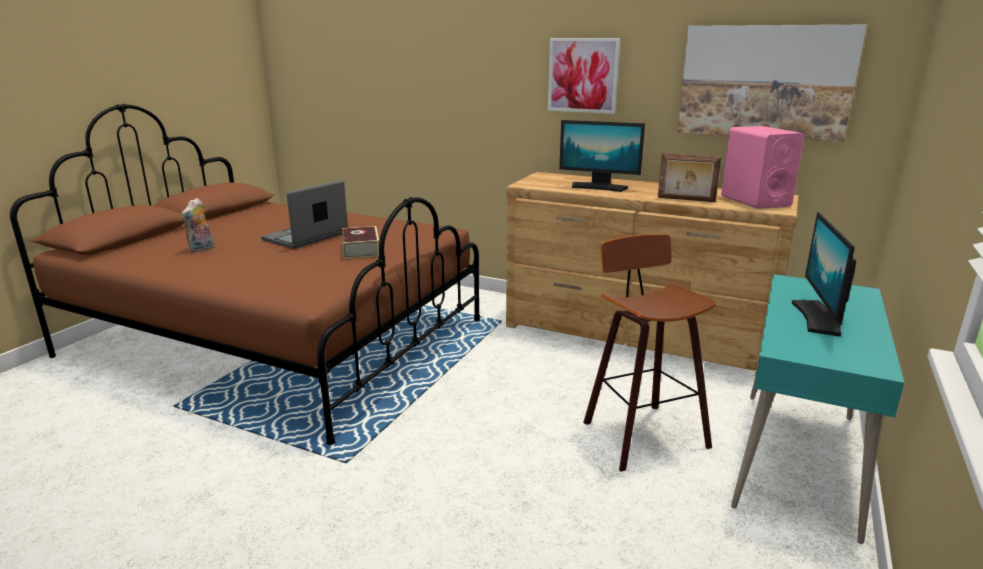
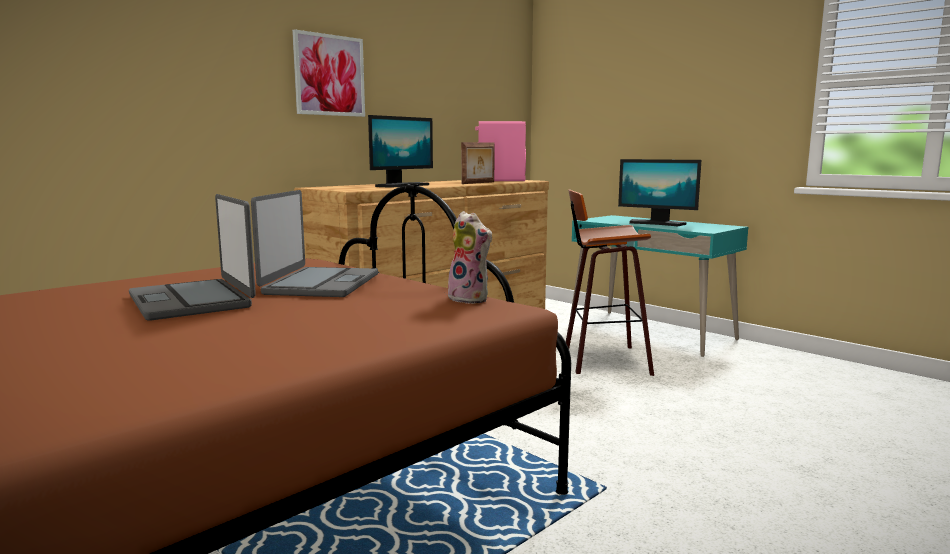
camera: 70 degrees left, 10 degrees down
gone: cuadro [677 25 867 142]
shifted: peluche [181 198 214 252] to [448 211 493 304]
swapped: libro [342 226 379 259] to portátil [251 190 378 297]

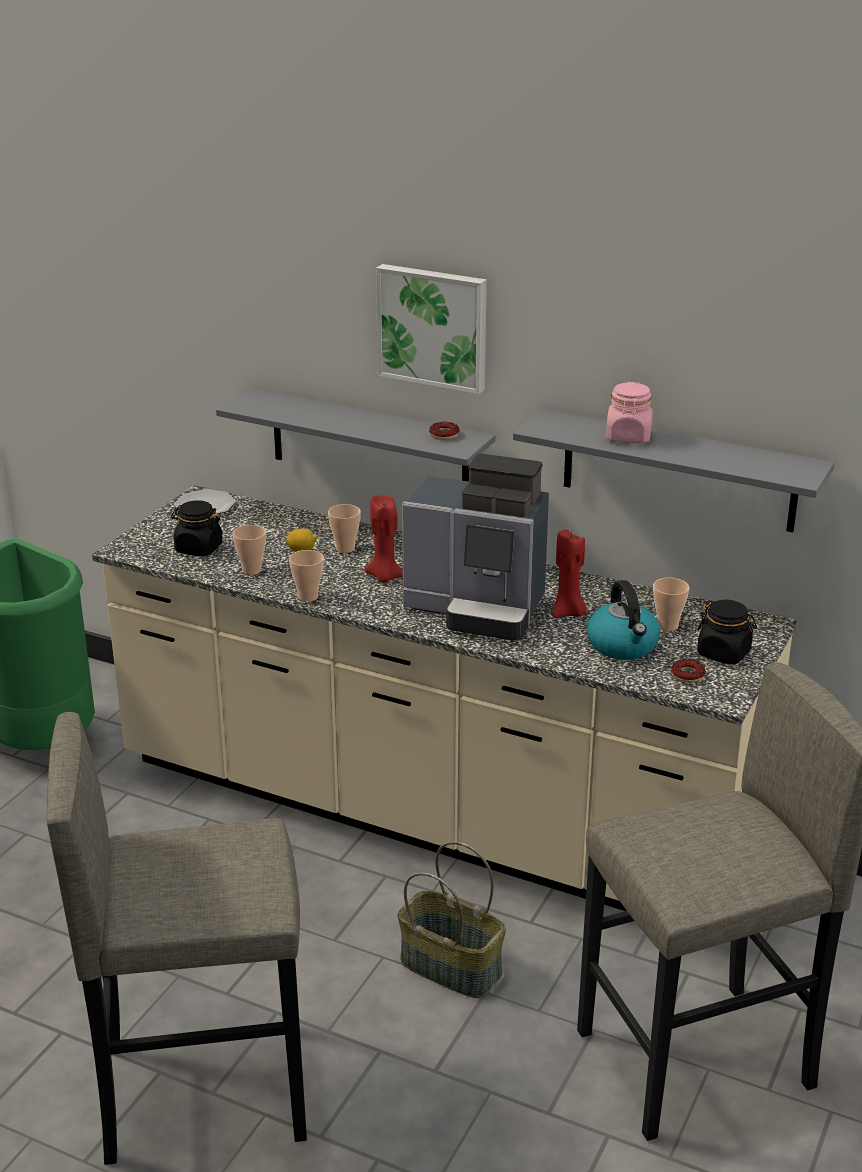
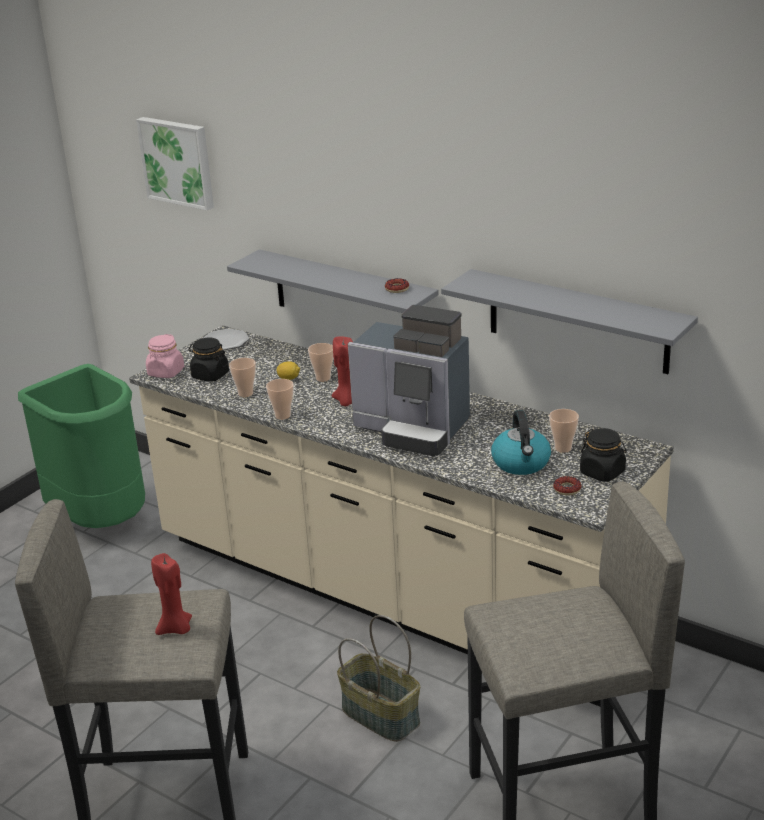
camera: 10 degrees right, 0 degrees up
shifted: cuadro [376 264 487 394] to [136 117 214 210]; vela (rojo) [552 530 587 618] to [151 553 192 635]; tarro (rosa) [606 382 653 443] to [146 334 184 378]

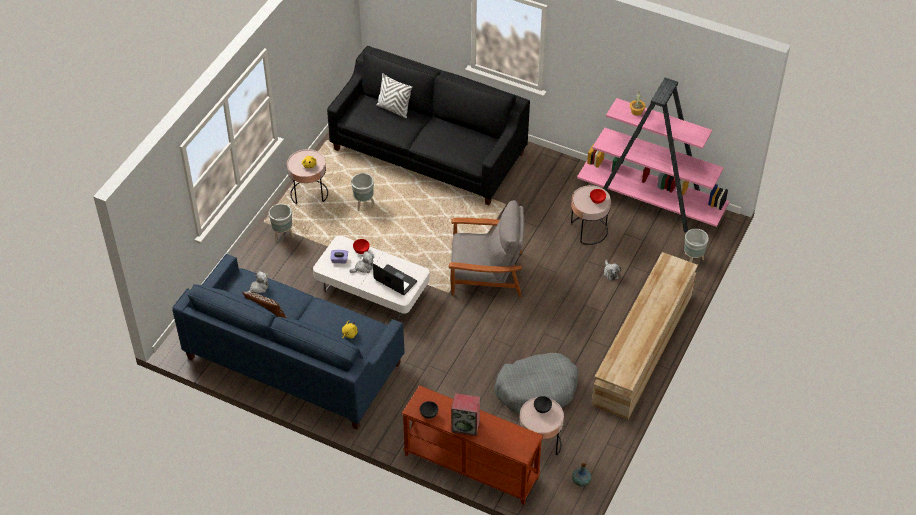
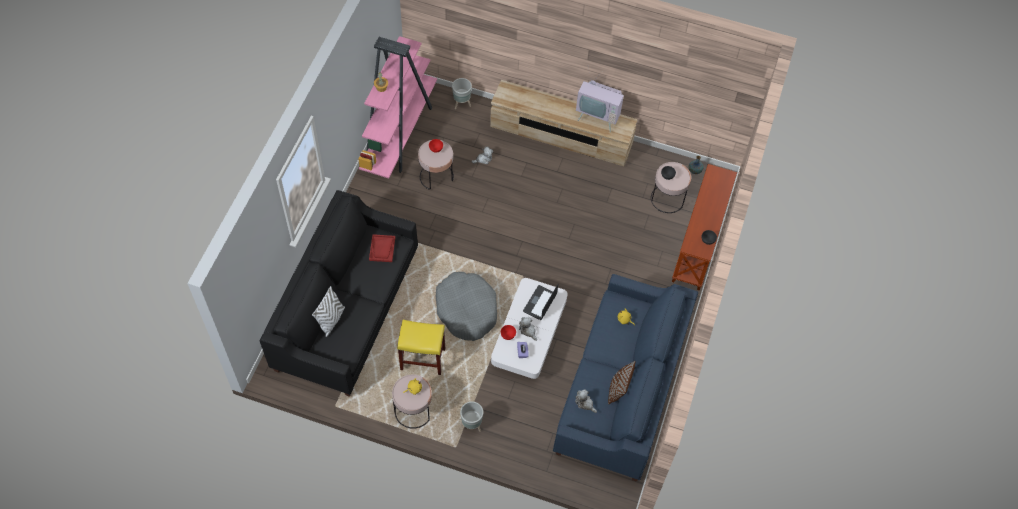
camera: 100 degrees left, 10 degrees up
gone: sillón (gris) [449 200 524 297]; altavoz [451 393 480 436]
new: bandeja (rojo) [369 234 395 262]; televisor [576 71 624 132]
shifted: cama para perro (gris) [495 353 578 414] to [436 272 497 341]
swapped: maceta (gris) [351 173 375 211] to taburete (amarillo) [397 320 445 375]

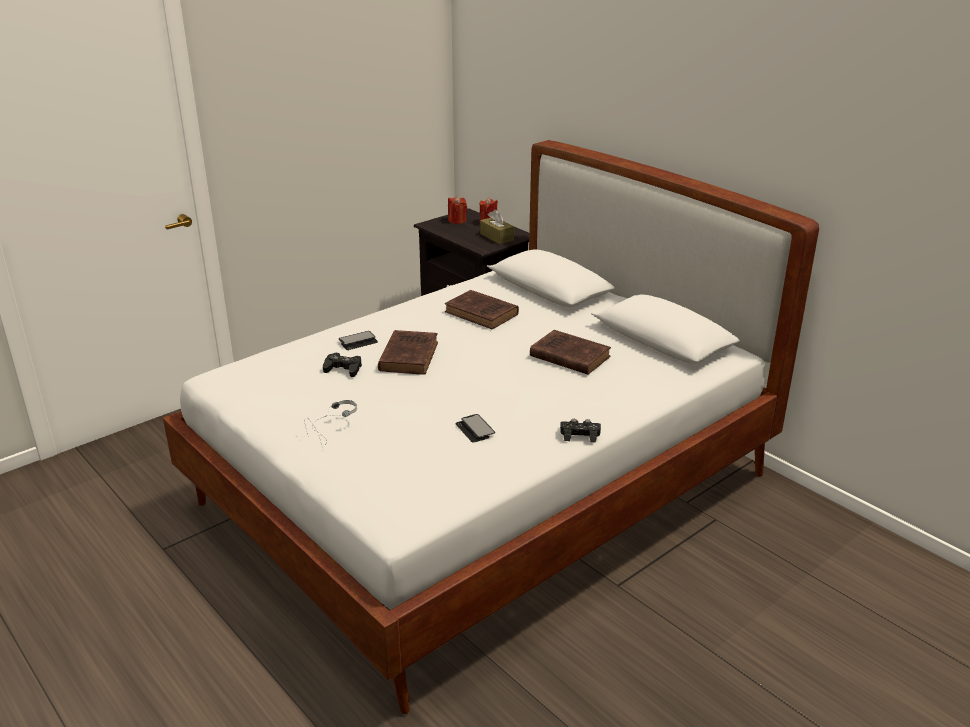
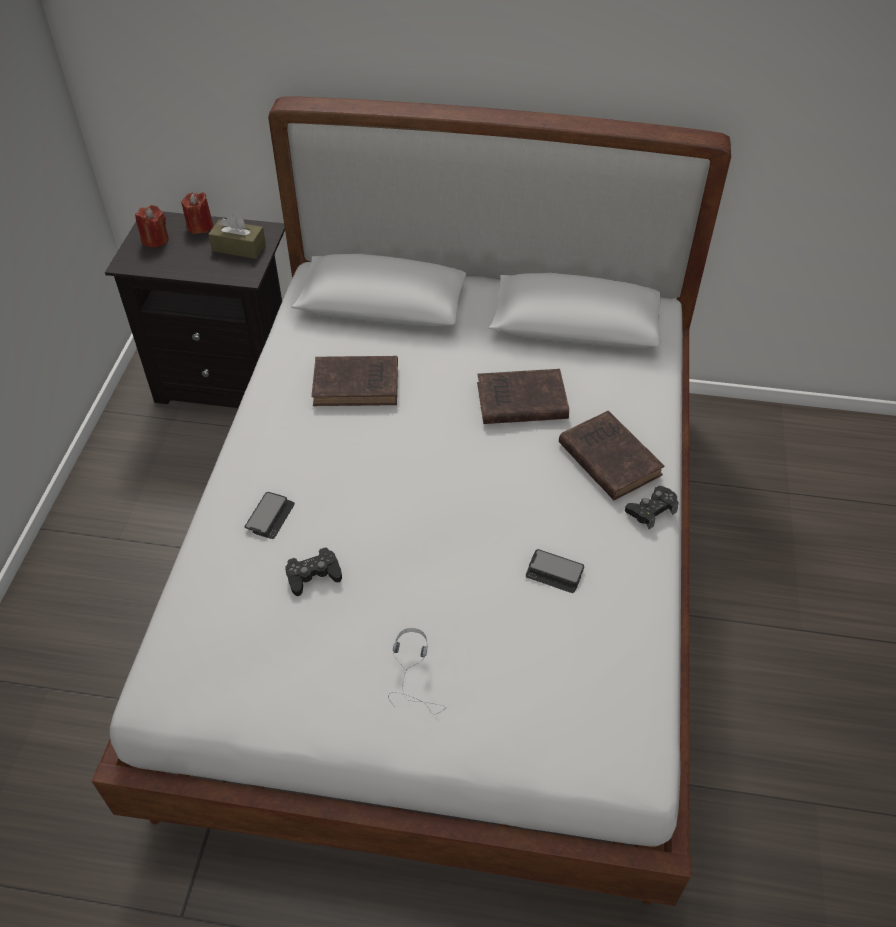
camera: 40 degrees left, 20 degrees up
shifted: libro (marrón) [378 330 438 375] to [559 411 665 500]

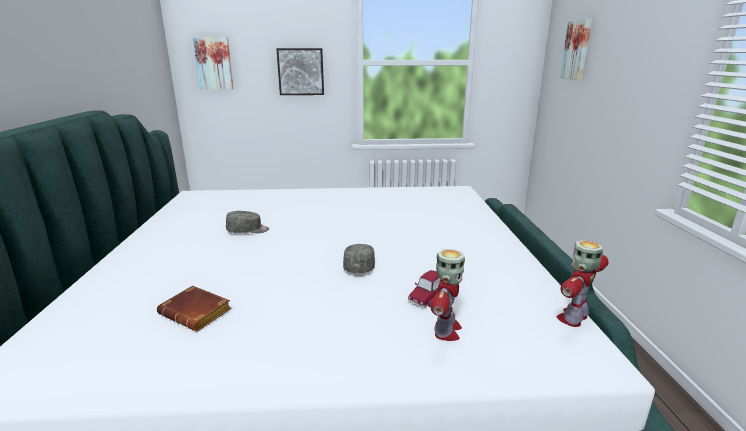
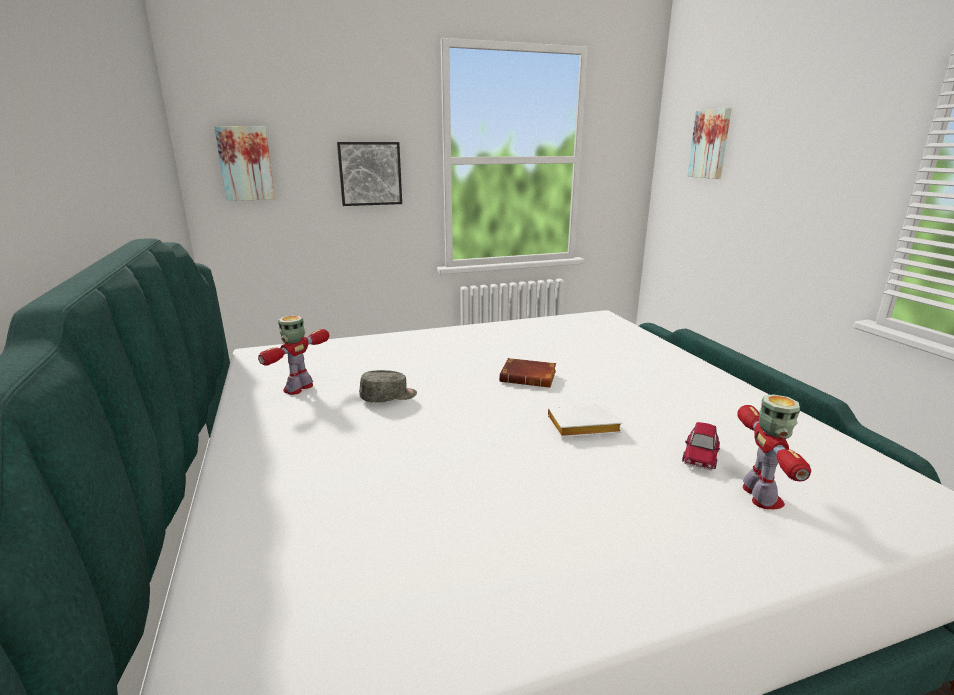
camera: 15 degrees left, 0 degrees up
shifted: libro (marrón) [157 285 231 332] to [499 358 556 388]; robot de juguete [557 240 608 327] to [258 316 329 395]
swapped: gorra (gris) [343 244 375 273] to libro (blanco) [548 404 622 437]

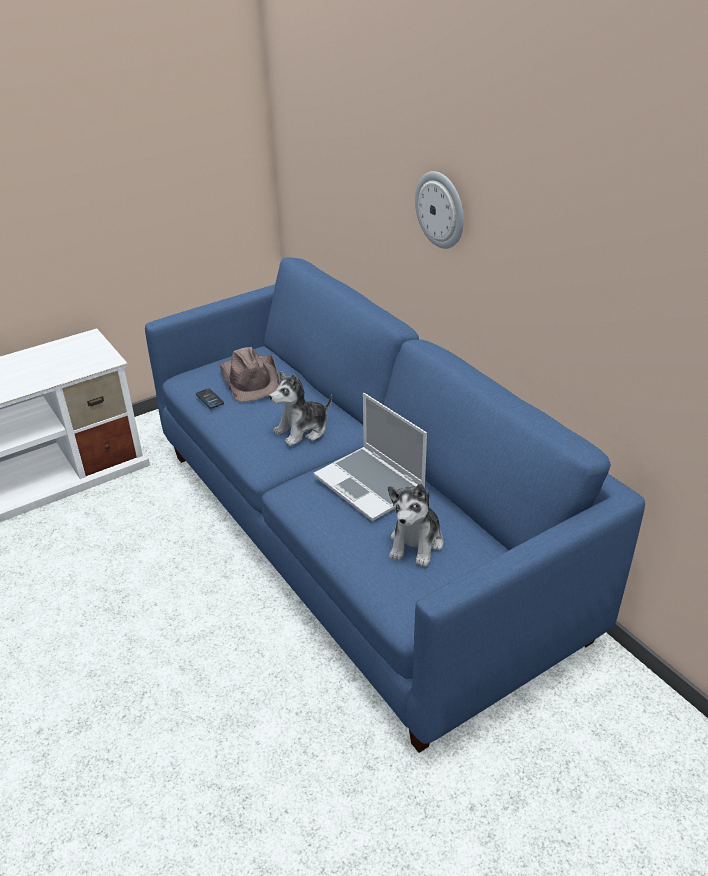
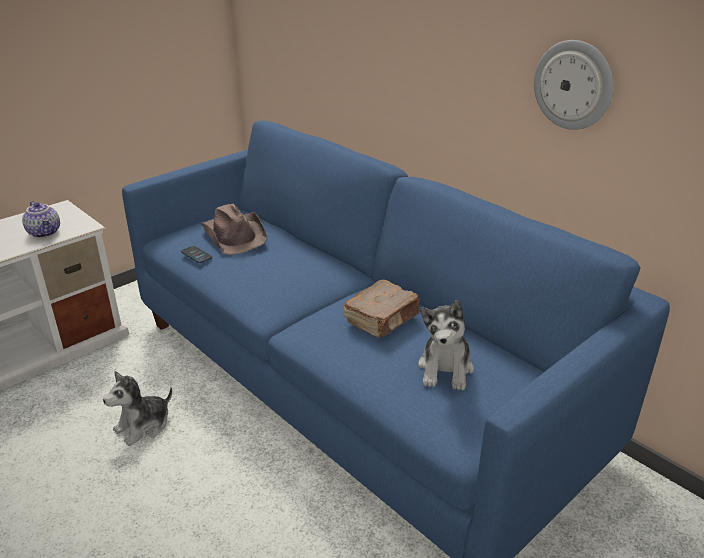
camera: 10 degrees left, 5 degrees down
new: tetera [22 201 60 238]
shifted: peluche [269 371 332 446] to [103 371 172 446]; reloj de pared [415 171 464 249] to [534 40 613 130]
swapped: portátil [314 393 427 521] to libro (marrón) [344 280 420 337]

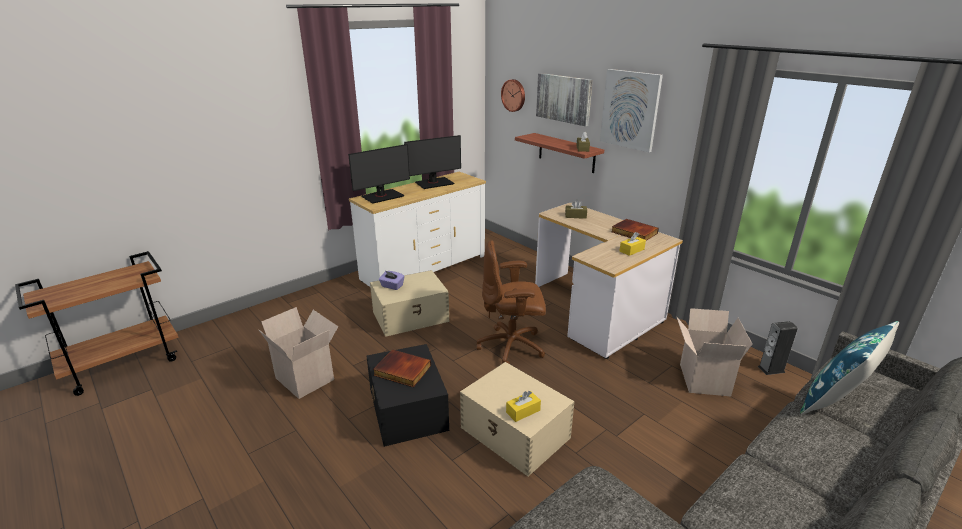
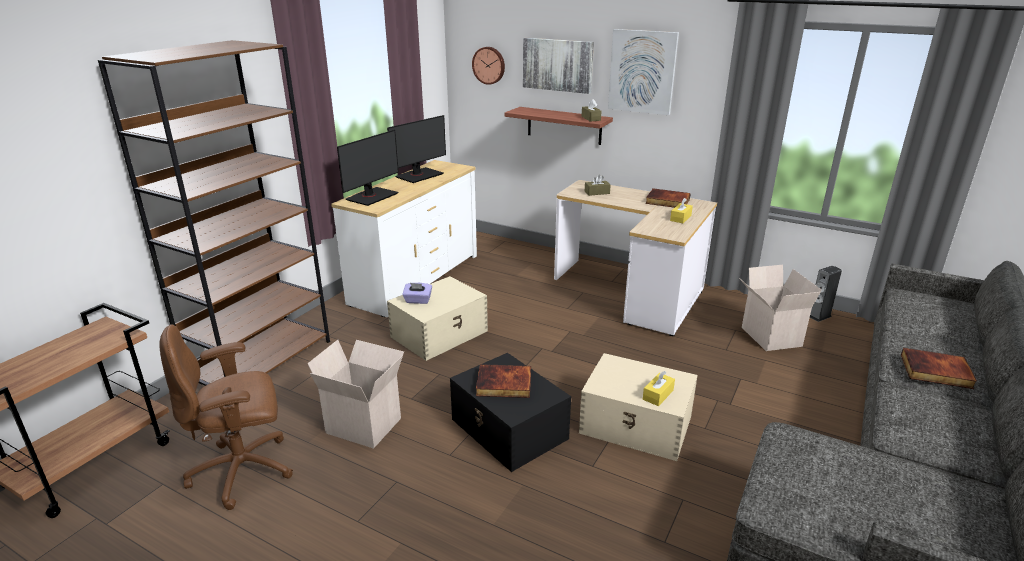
camera: 20 degrees left, 0 degrees up
gone: cojín (azul) [800 321 899 414]
new: estantería (marrón) [98 40 330 386]; libro [901 348 977 389]
shifted: silla de oficina (marrón) [477 240 546 364] to [159 325 293 510]

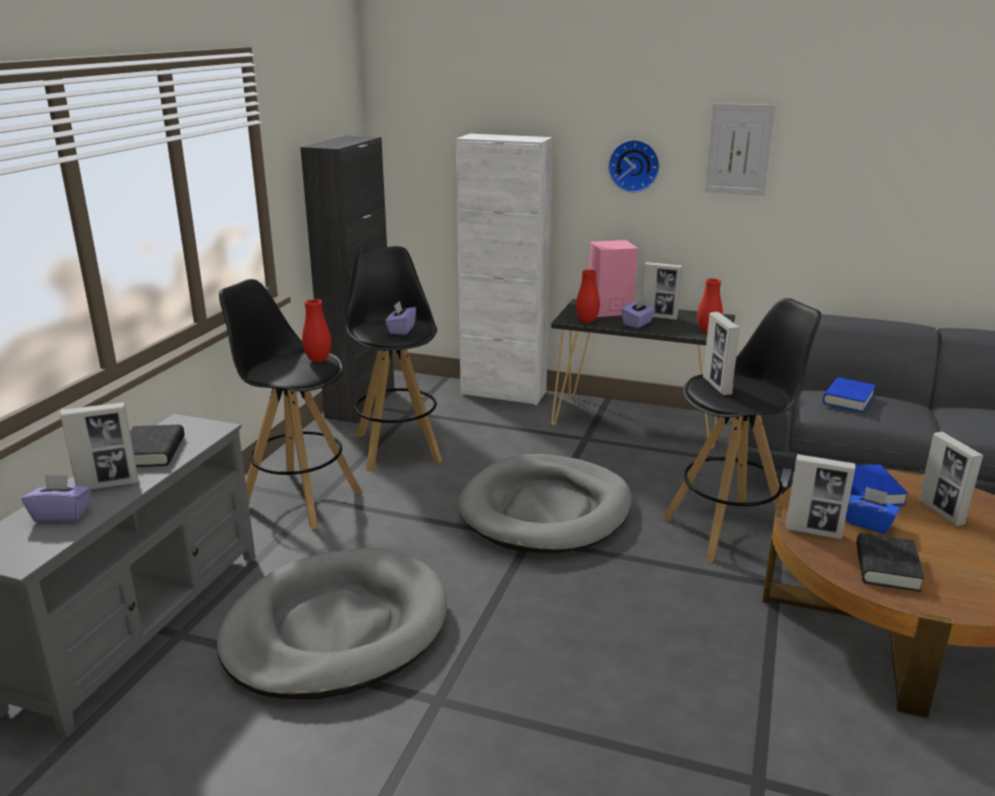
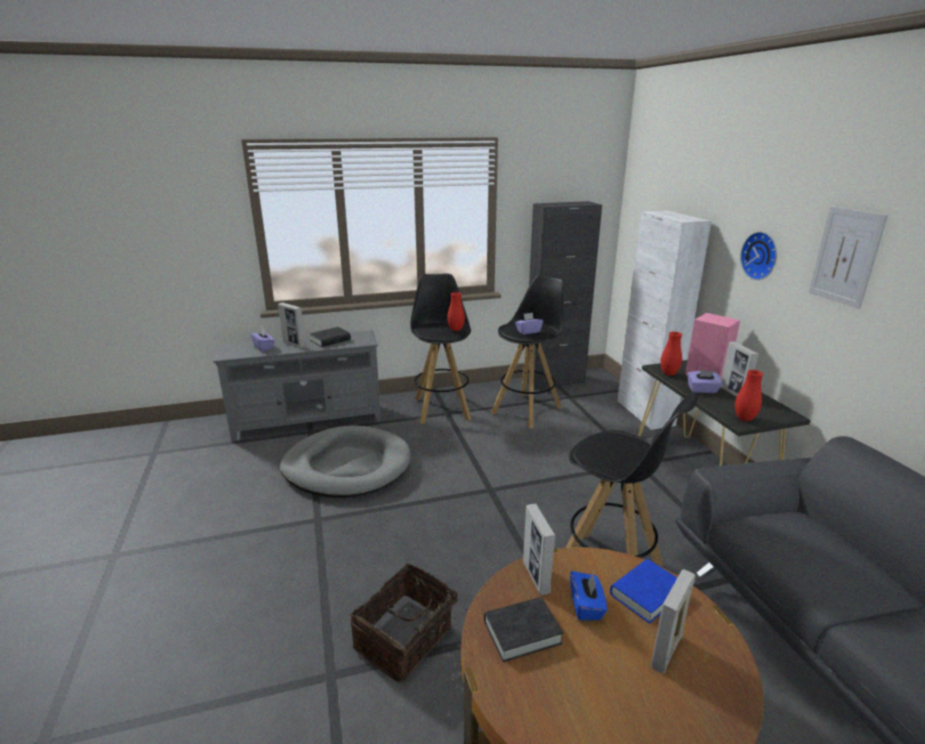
camera: 55 degrees right, 0 degrees up
gone: cama para perro (gris) [458 454 631 553]; portarretratos [703 312 740 395]; libro (azul) [823 378 876 412]
new: cesta [350 563 467 683]

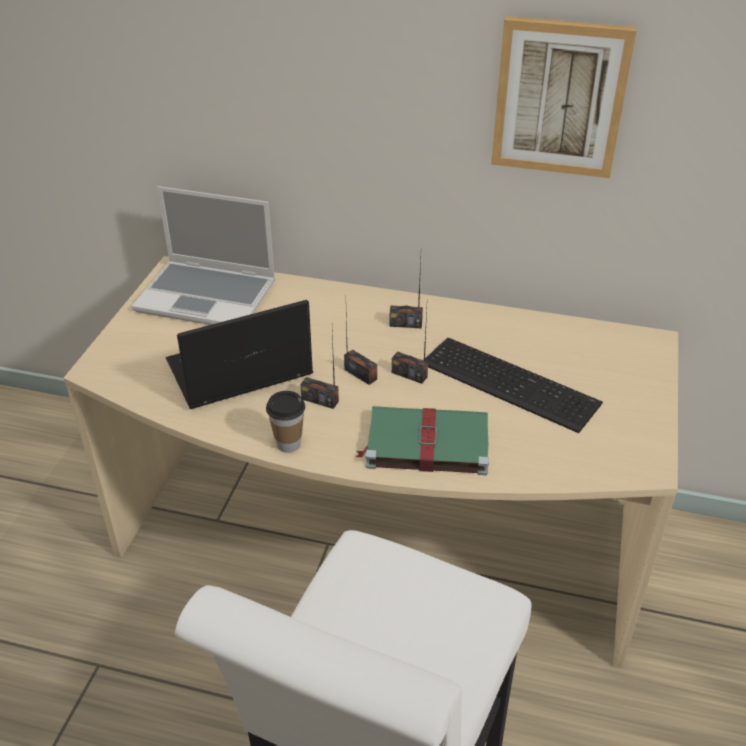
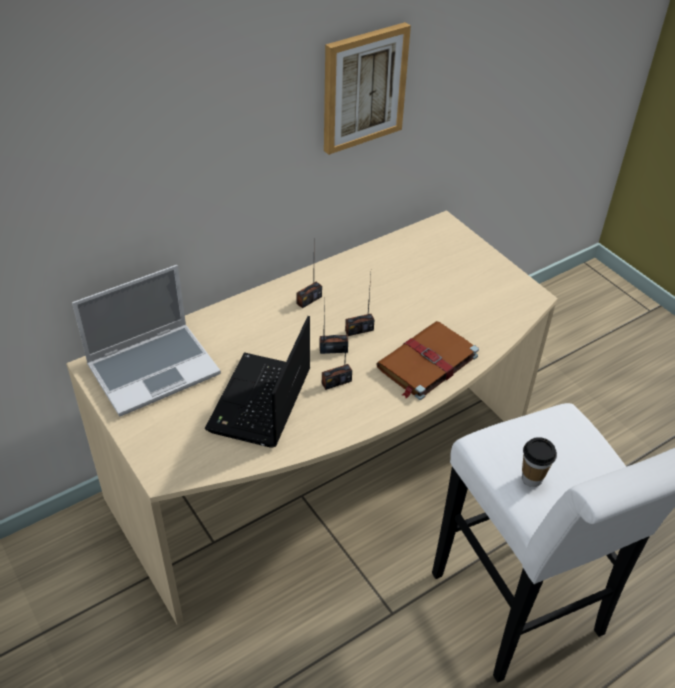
camera: 50 degrees left, 5 degrees up
gone: teclado [423 338 603 433]
shifted: taza [266 391 305 453] to [522 437 557 487]
repainted: libro (verde) [356 406 489 475] to libro (marrón) [376 321 479 400]

